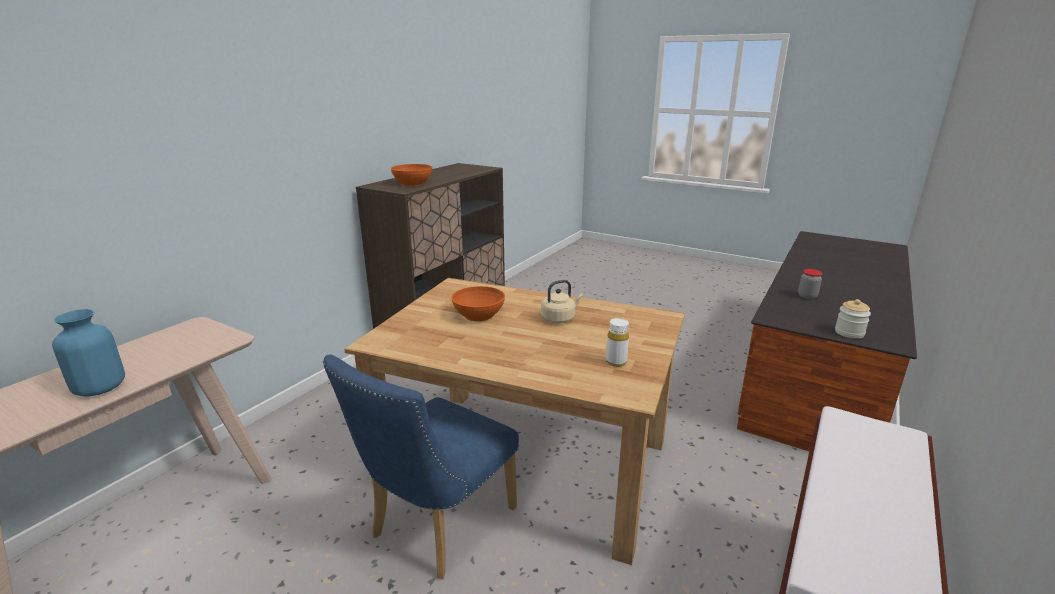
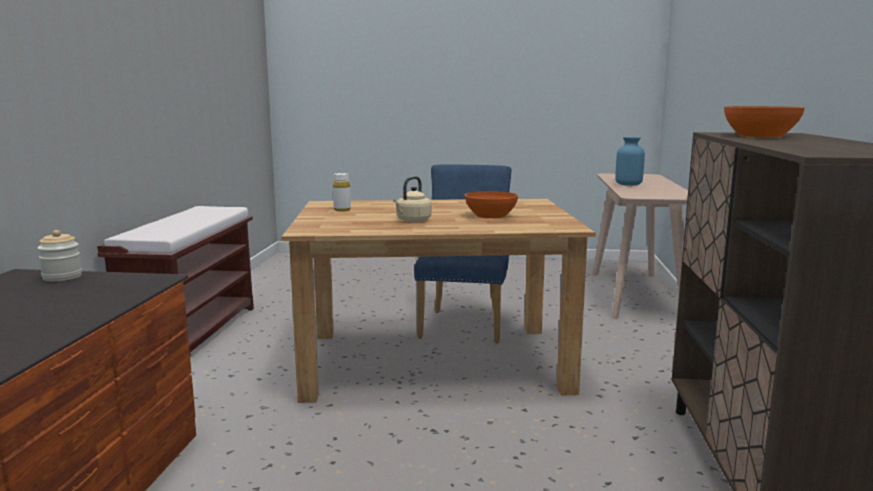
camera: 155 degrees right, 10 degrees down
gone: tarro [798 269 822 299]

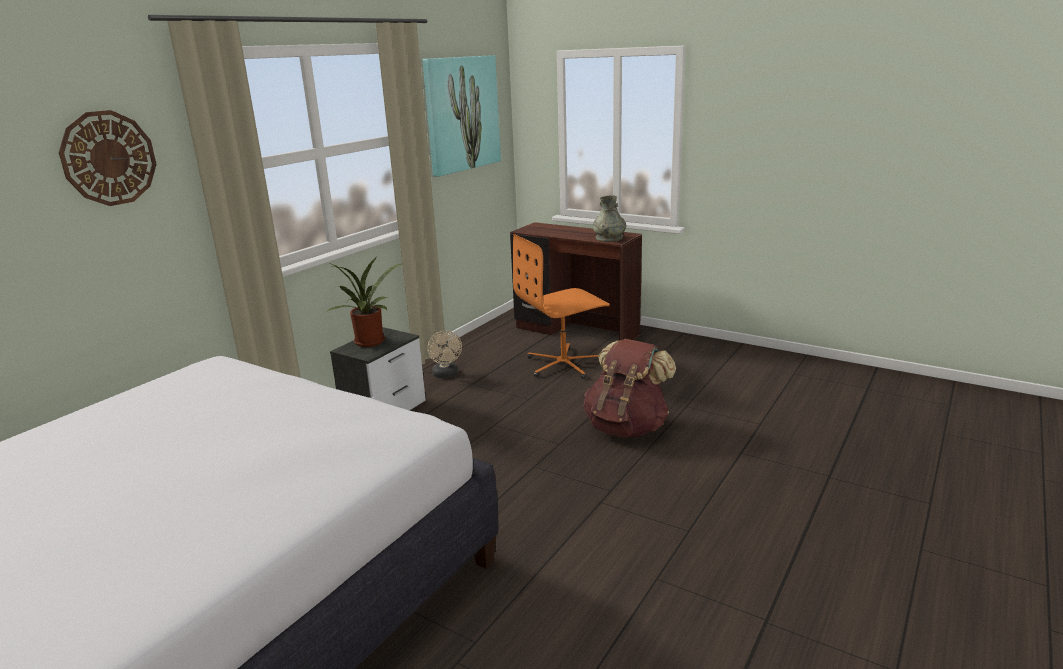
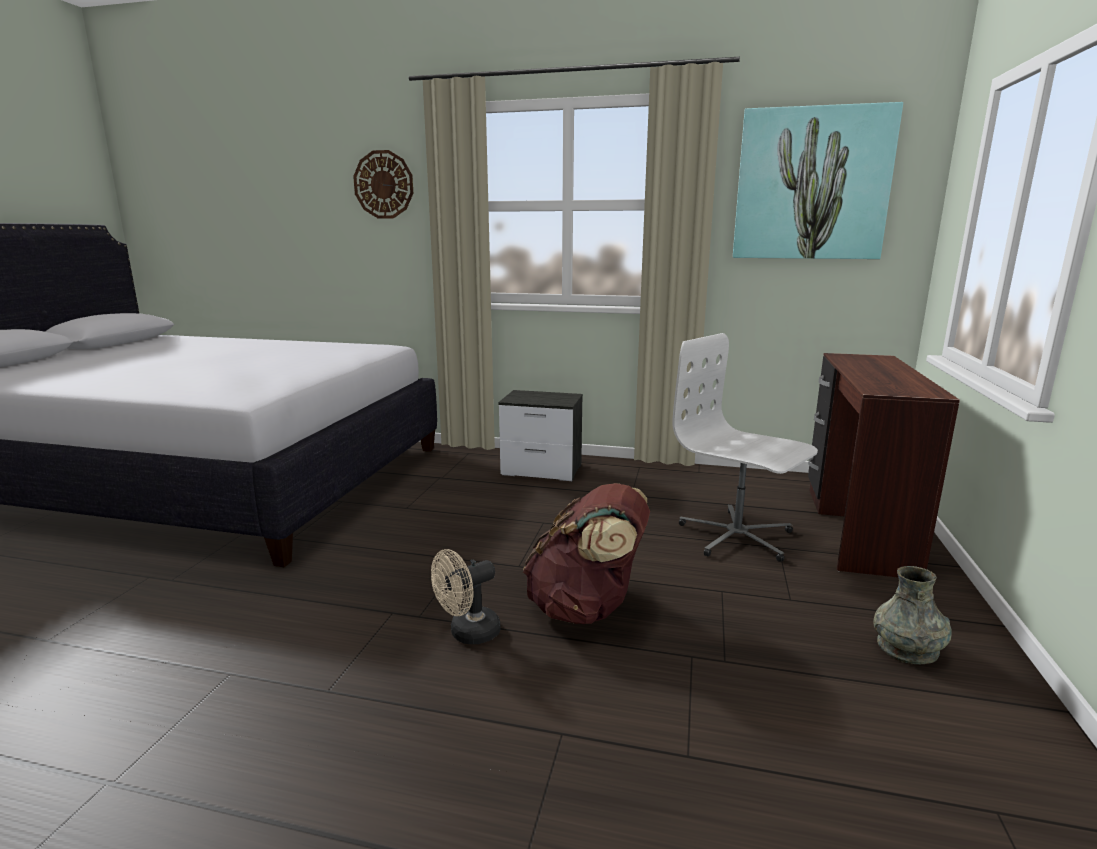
camera: 70 degrees right, 5 degrees down
gone: planta en maceta [326 258 401 347]
shifted: ventilador (beis) [427 331 462 378] to [431 549 501 644]; florero (gris) [593 195 626 242] to [874 566 952 664]
repainted: silla de oficina (naranja) [513 234 610 379] to silla de oficina (blanco) [672 333 818 562]

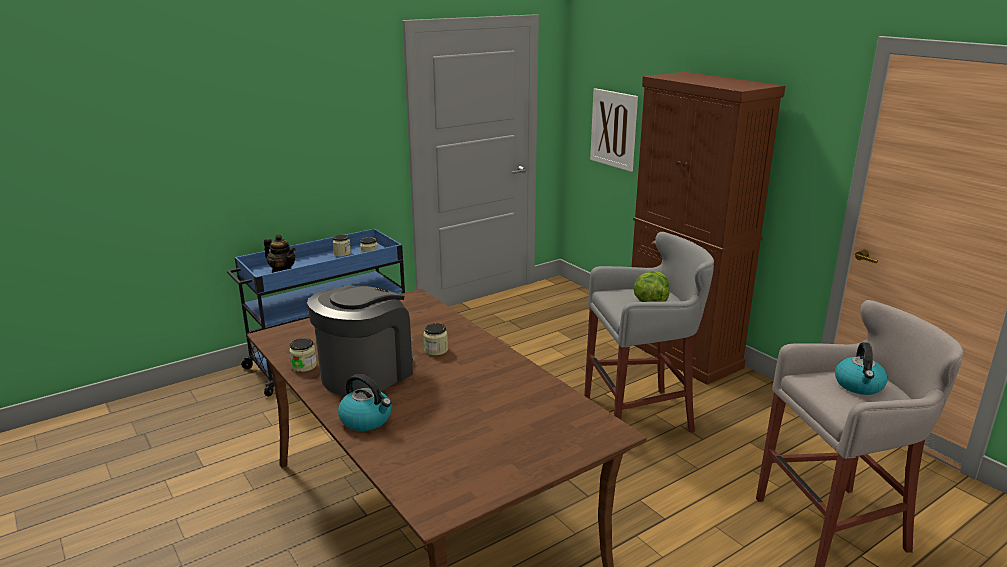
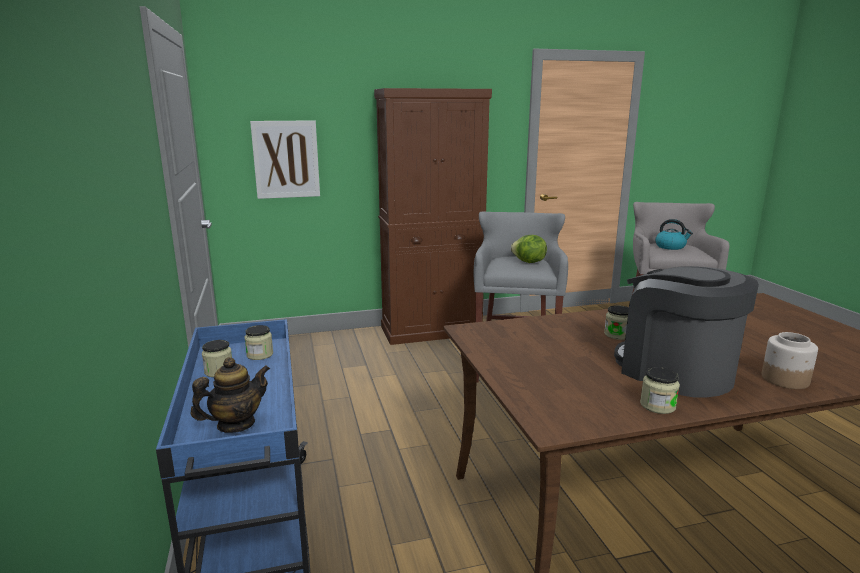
camera: 70 degrees left, 5 degrees down
swapped: hervidor [338 374 391 431] to tarro [762 332 818 389]

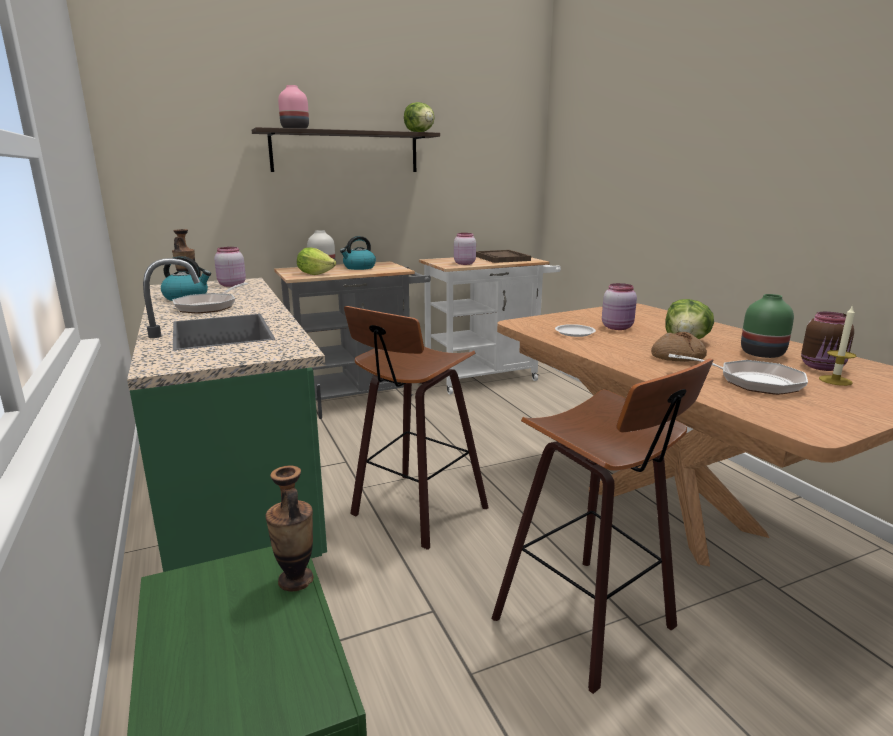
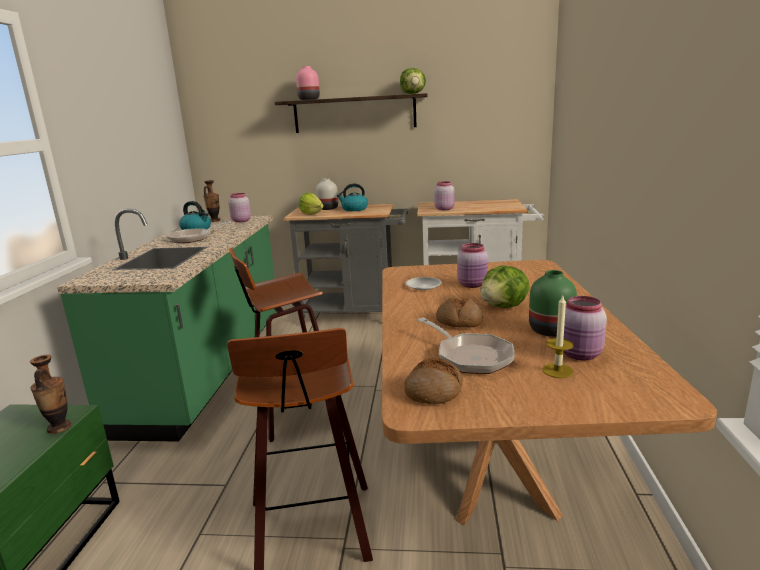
camera: 30 degrees right, 0 degrees up
gone: bandeja (marrón) [476 250 531 263]
new: pan [404 358 463 404]
repainted: tarro (marrón) [801 312 854 371] to tarro (rosa) [563 296 607 360]

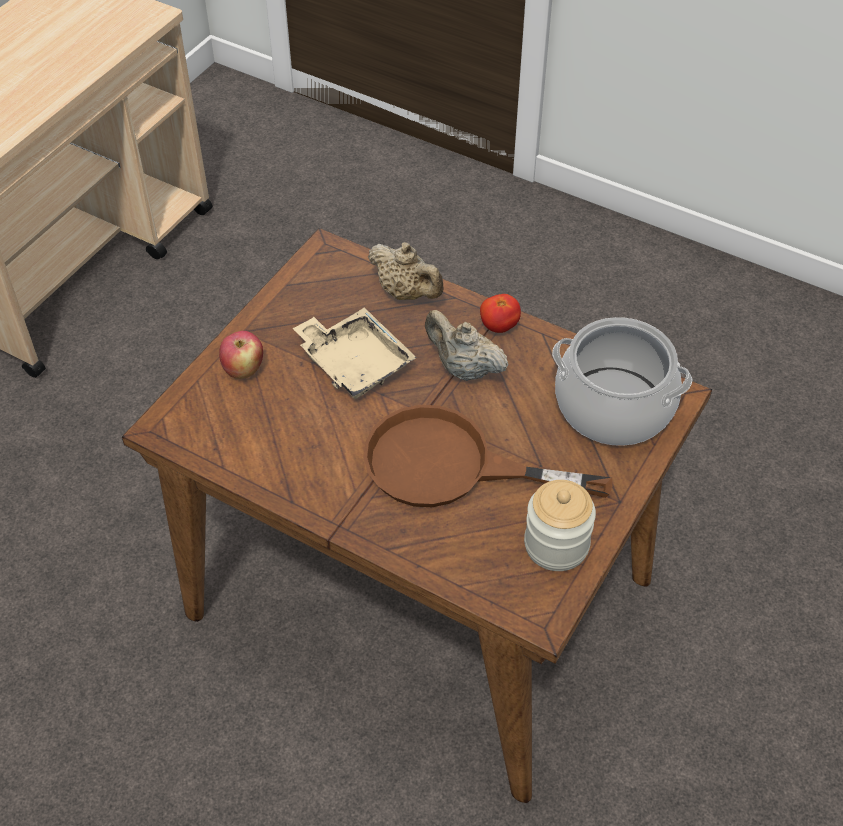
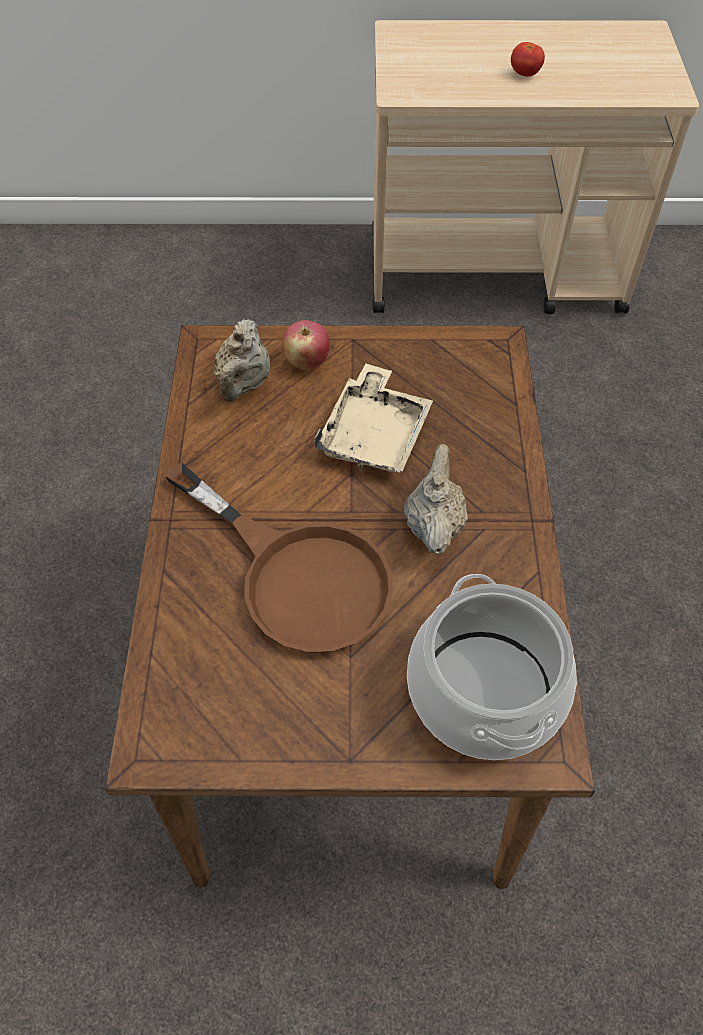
camera: 60 degrees right, 5 degrees up
gone: tarro [524 480 596 571]
shifted: tetera (beis) [368 242 444 300] to [214 319 270 402]; tomate [480 294 521 333] to [511 42 545 77]
rotated: sartén (marrón) [363 405 613 507] = [165 463 393 653] 150 degrees clockwise

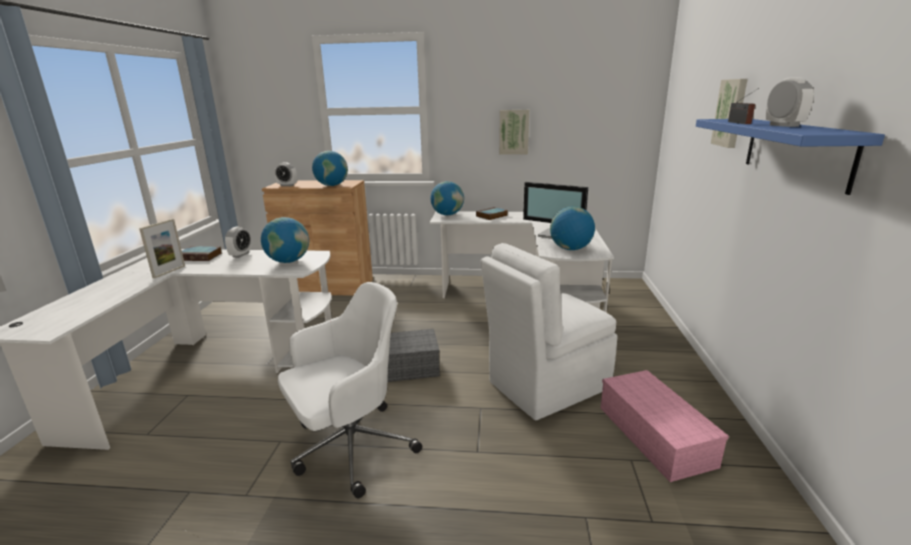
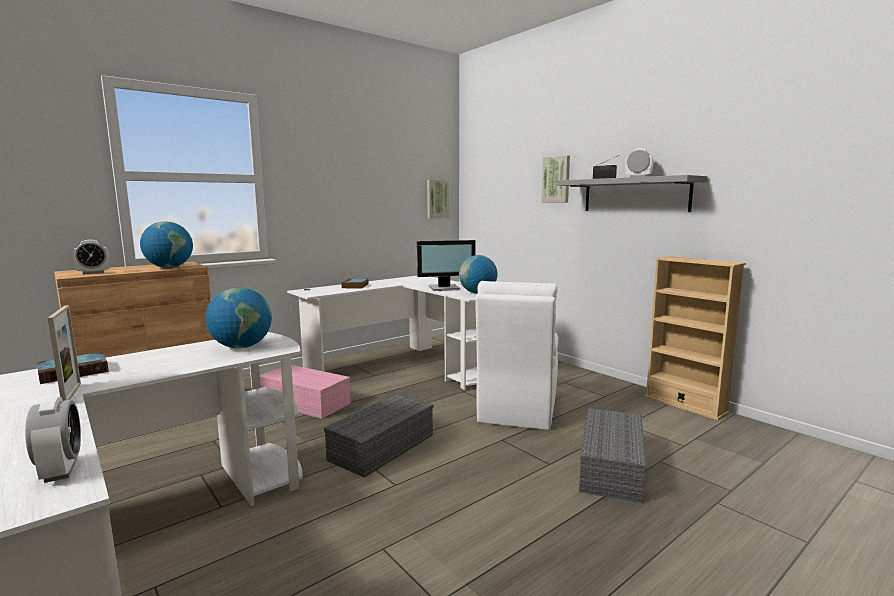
camera: 45 degrees left, 10 degrees down
gone: silla de oficina (blanco) [278 282 422 498]; globo terráqueo [430 181 464 215]
new: caja de almacenaje (gris) [579 408 646 503]; estantería (beis) [644 256 746 421]
shifted: despertador [225 227 252 258] to [25 397 81 483]; cuadro [499 110 529 155] to [427 180 449 218]; caja de almacenaje (rosa) [601 370 729 482] to [260 365 350 419]
repainted: estante (azul) [696 119 885 195] to estante (gris) [557 175 708 212]

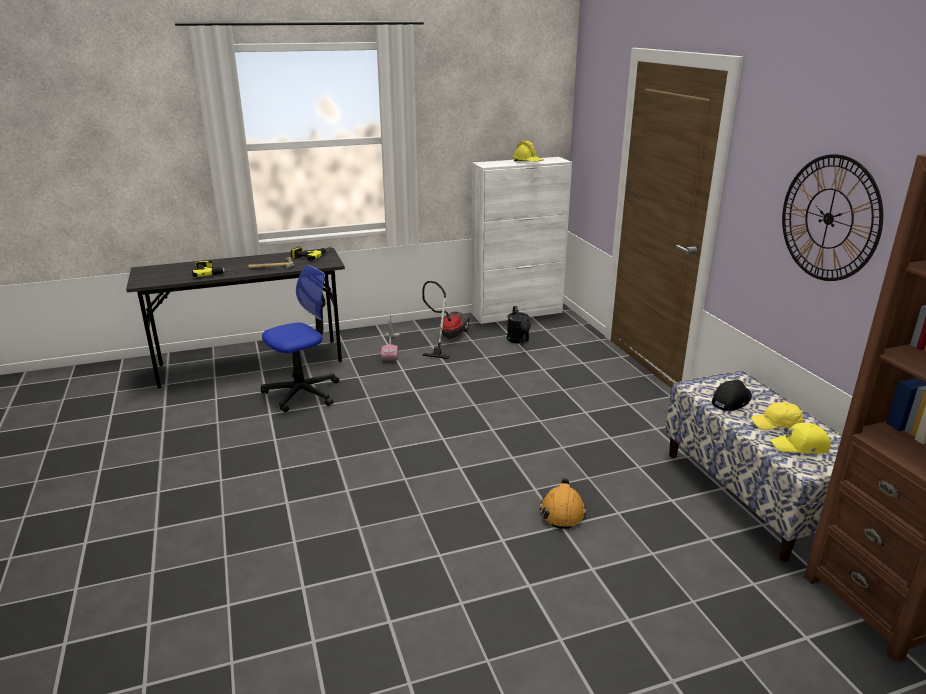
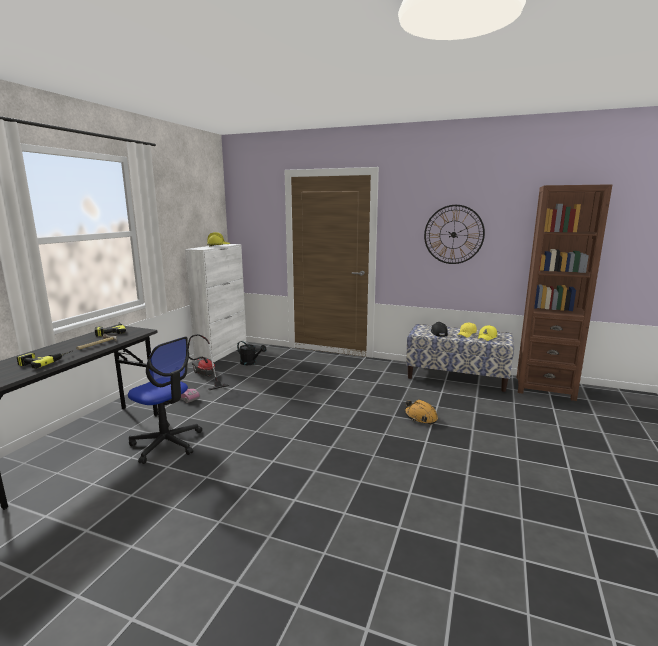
camera: 50 degrees left, 10 degrees down
rotated: silla de oficina [261 265 339 412] = [128 337 202 464] 120 degrees clockwise

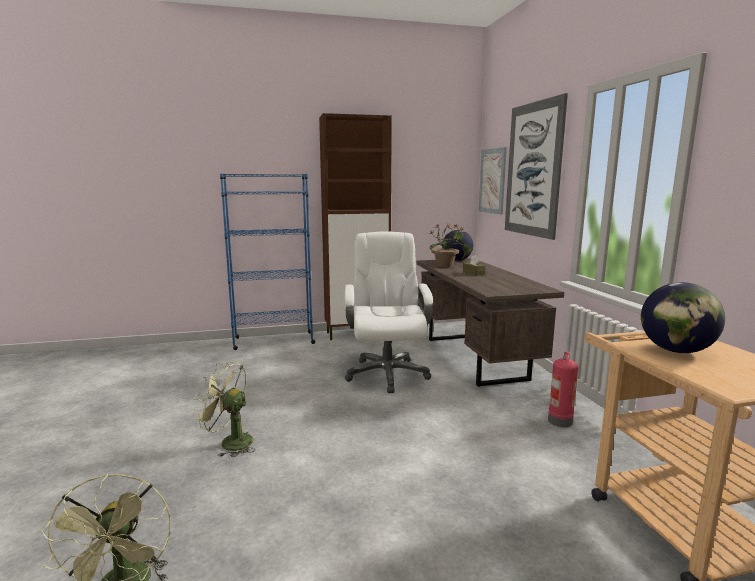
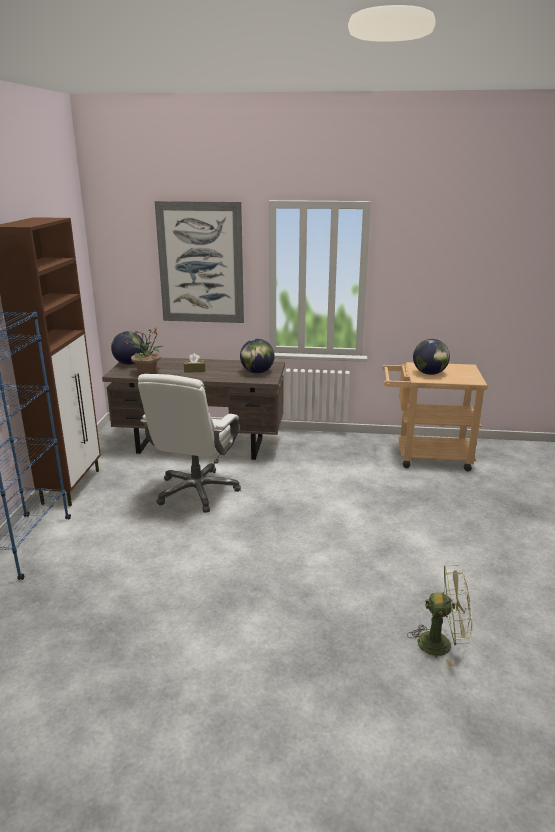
camera: 70 degrees left, 10 degrees up
gone: ventilador (verde) [193 361 256 457]; cuadro [479 147 507 215]; extintor [548 351 578 427]
new: globo terráqueo [240 339 275 373]
rotated: silla de oficina (blanco) [345 231 433 393] = [138 374 241 513] 90 degrees counterclockwise

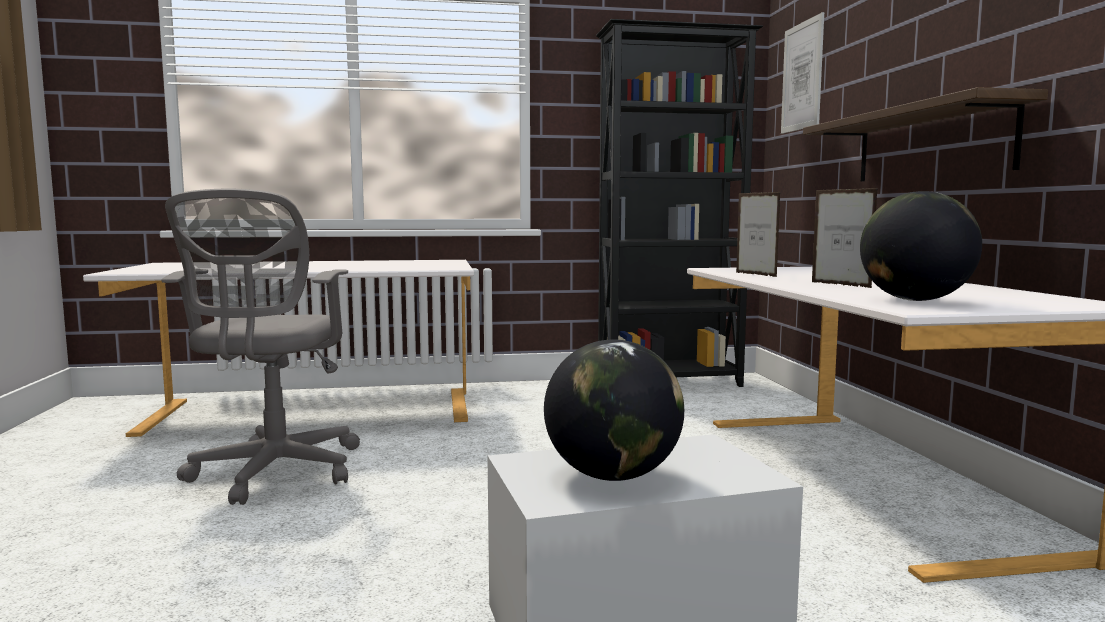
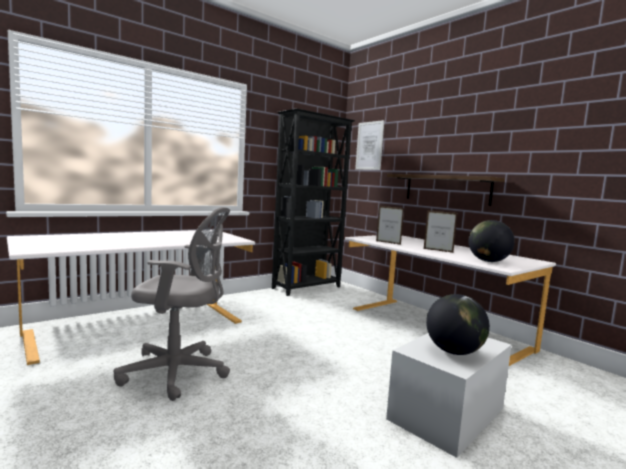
camera: 30 degrees left, 0 degrees up
rotated: silla de oficina (gris) [161 188 360 505] = [114 207 230 401] 60 degrees counterclockwise

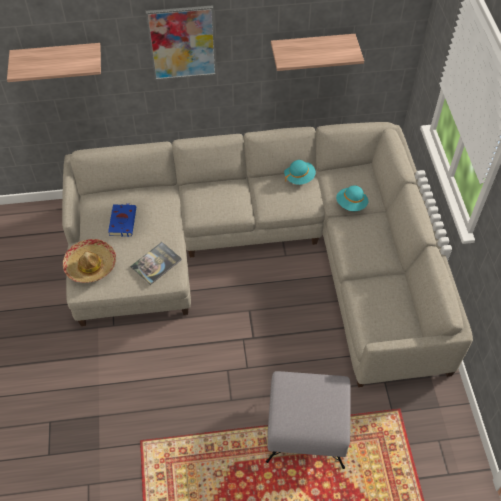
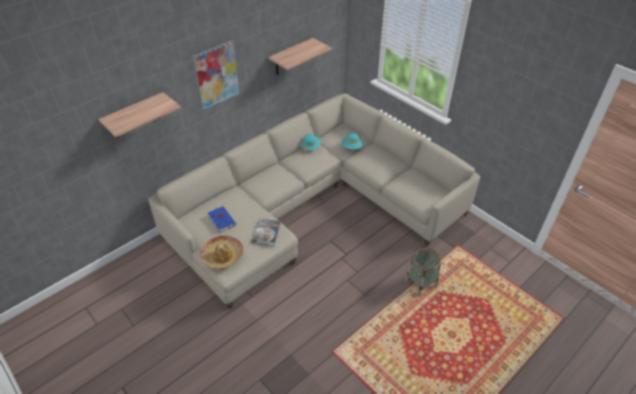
camera: 35 degrees left, 10 degrees down
swapped: puf (gris) [266 371 351 469] to cesta [405 248 441 296]

